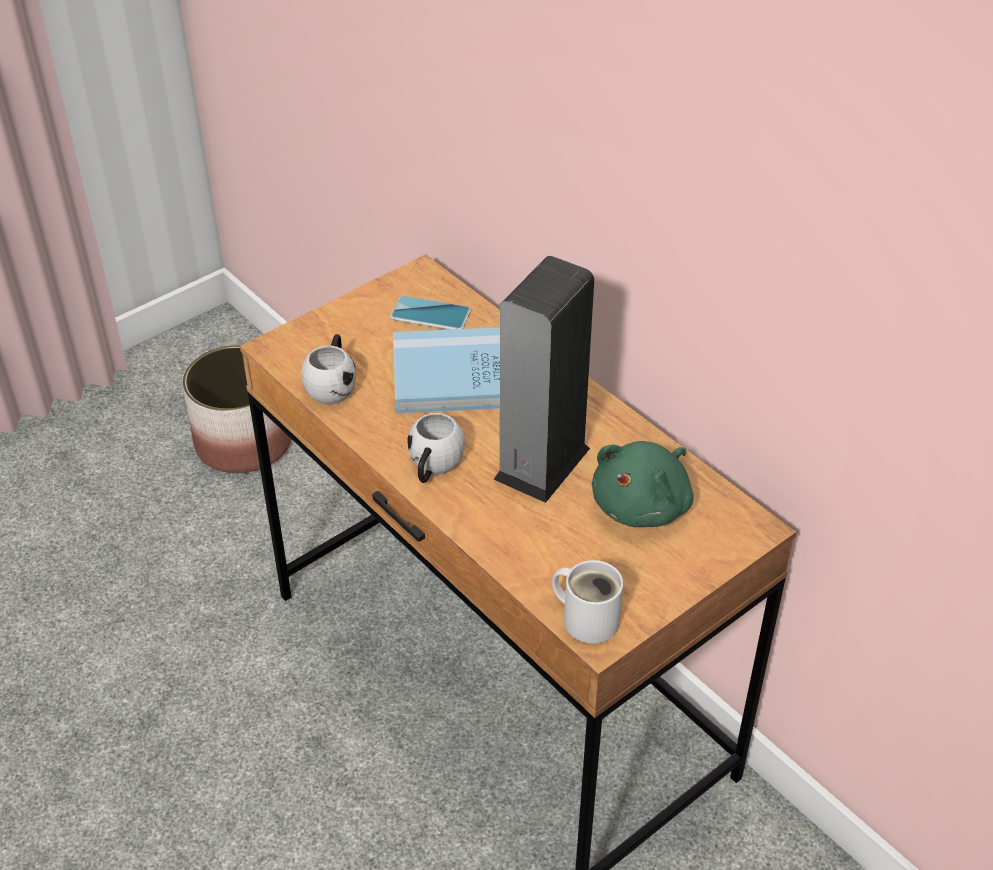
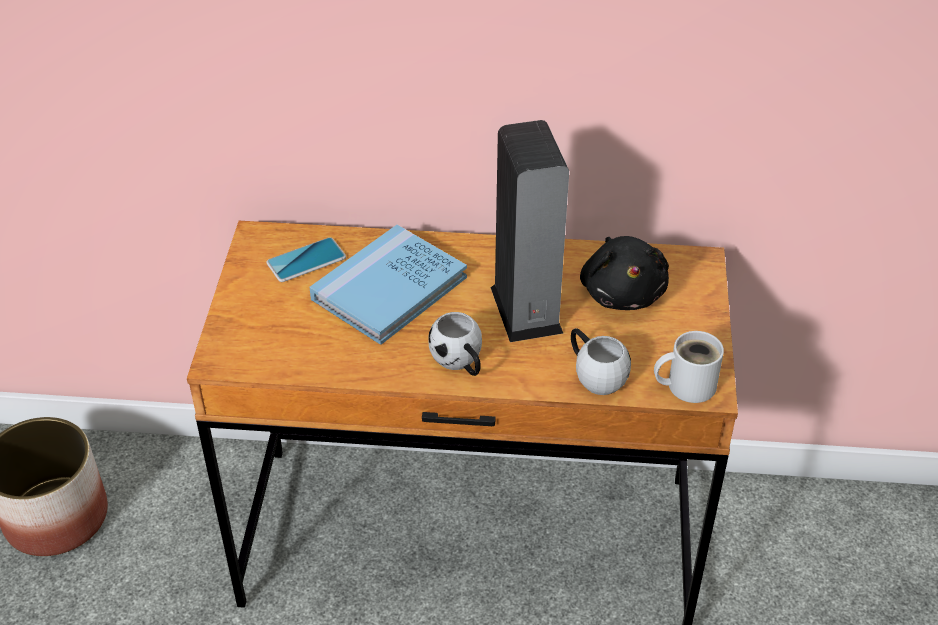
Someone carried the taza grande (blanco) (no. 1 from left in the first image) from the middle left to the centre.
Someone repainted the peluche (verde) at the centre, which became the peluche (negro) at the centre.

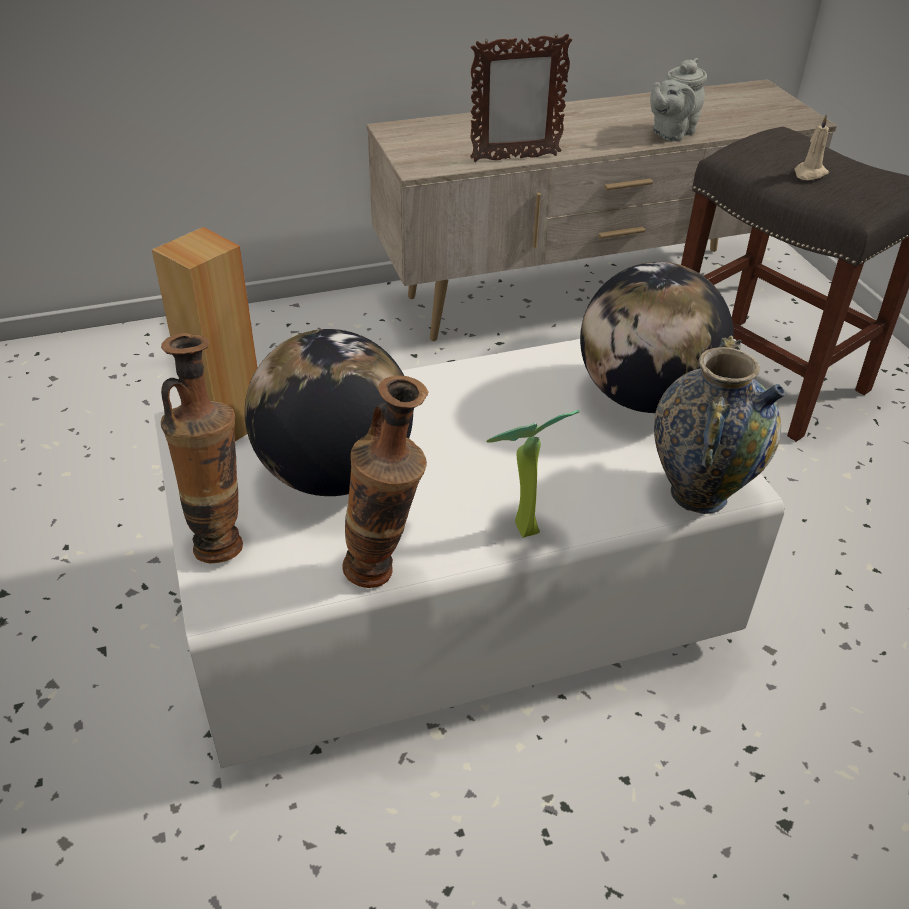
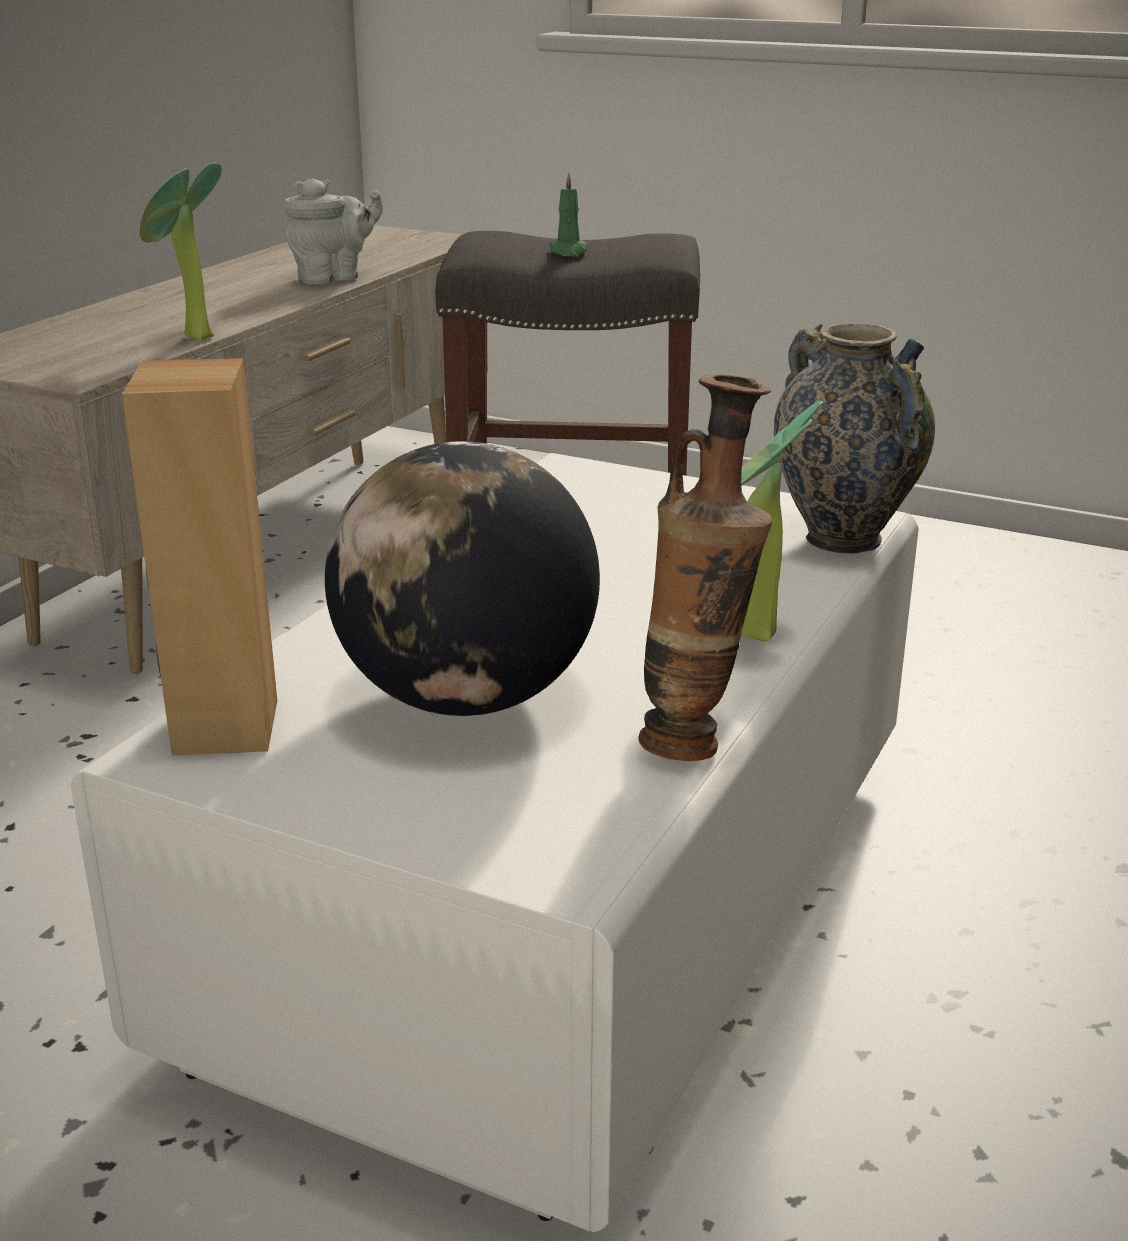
Someone swapped the portarretratos at the top centre for the planta en maceta (no. 1 from left) at the top left.
Someone rotated the tetera (gris) at the top right by 120 degrees counterclockwise.
Someone repainted the vela (beis) at the top right, which became the vela (verde) at the top centre.
Someone took away the florero (no. 1 from left) at the middle left.
Someone took away the globo terráqueo (no. 2 from left) at the middle right.

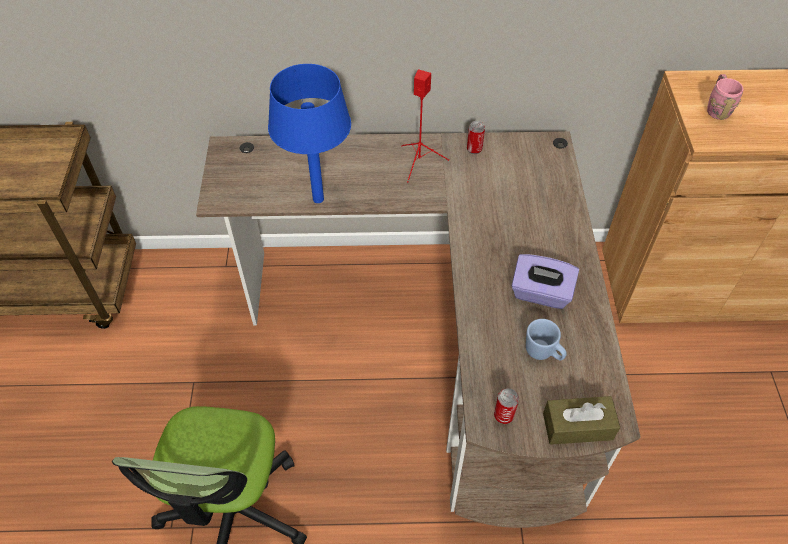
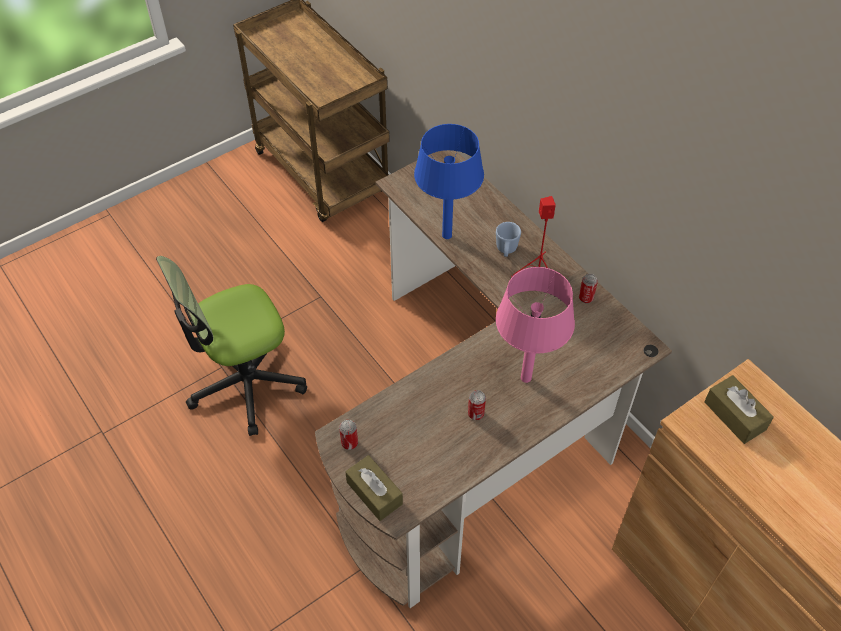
Someone swapped the caja de pañuelos (morado) at the middle right for the lata (no. 2 from left) at the centre.
Someone carried the taza grande (azul) from the middle right to the centre.
Someone put down the lámpara de mesa (rosa) at the centre.
Someone swapped the taza grande (rosa) at the top right for the caja de pañuelos (marrón) (no. 2 from left) at the middle right.

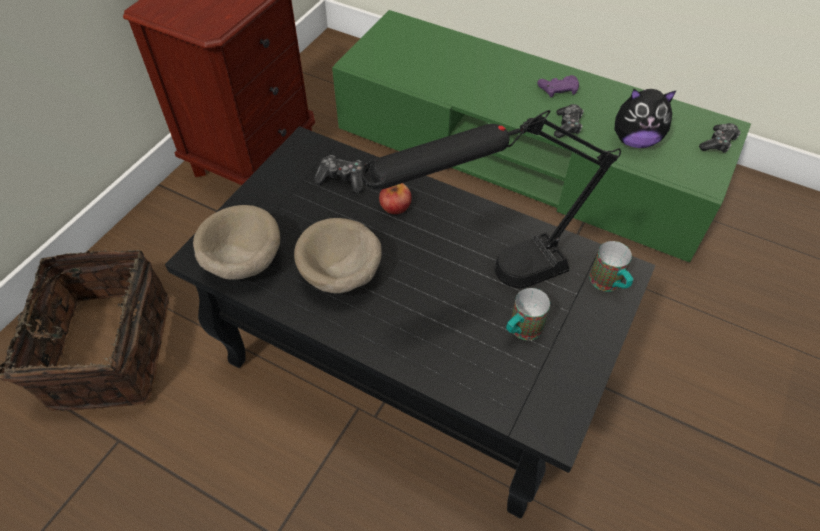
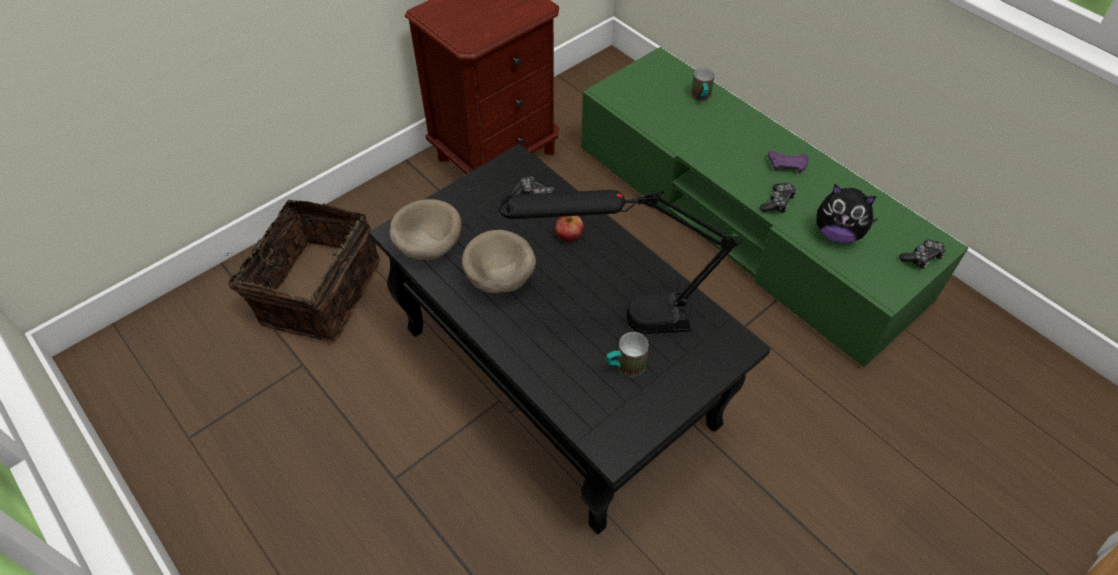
Someone carried the taza grande (no. 2 from left) from the middle right to the top centre.

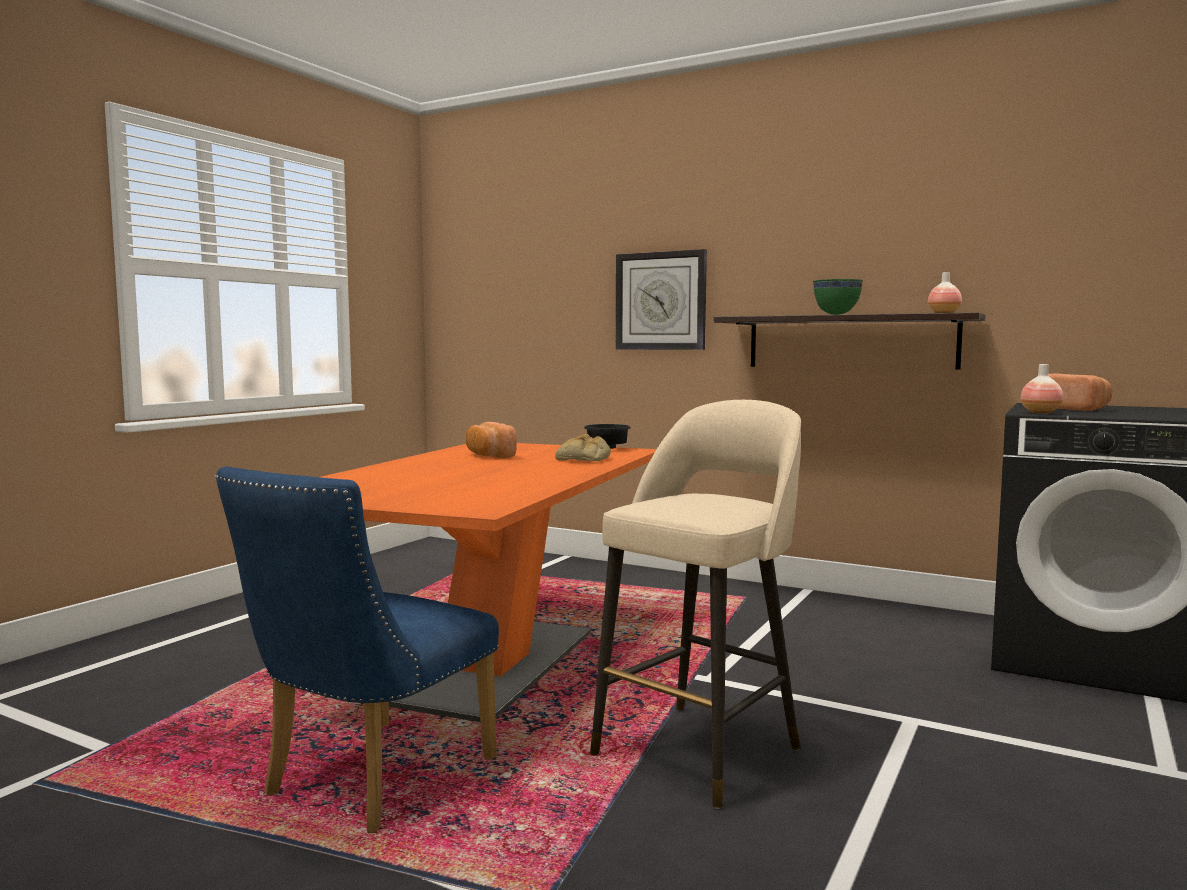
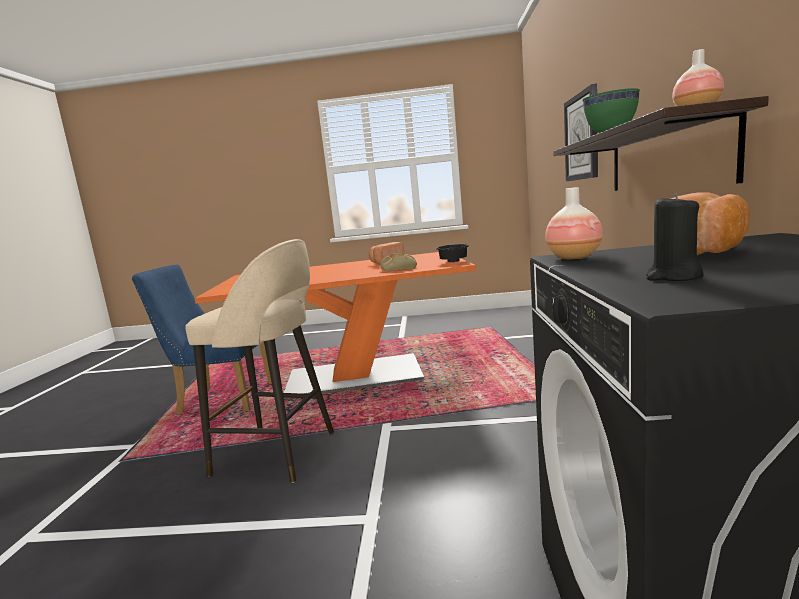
Someone put down the vela (negro) at the middle right.

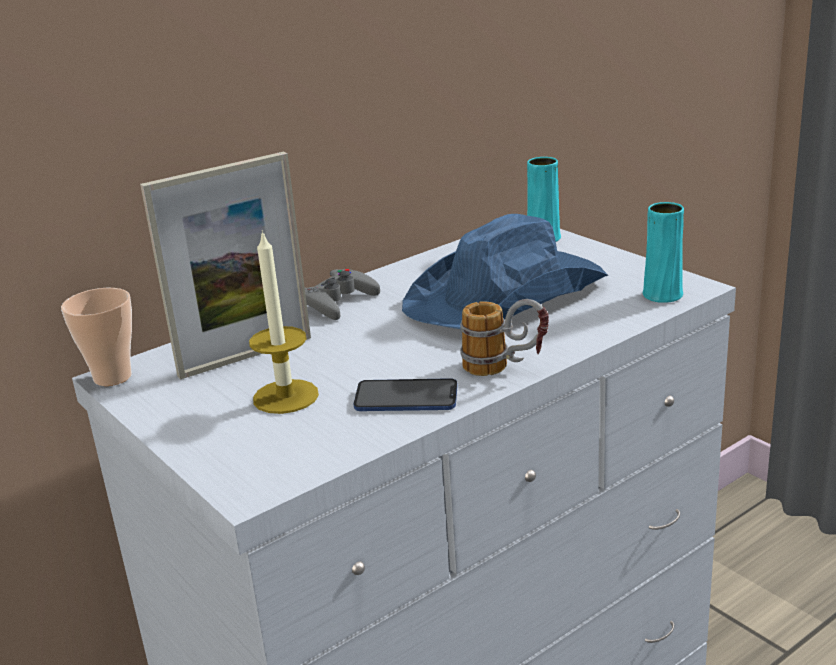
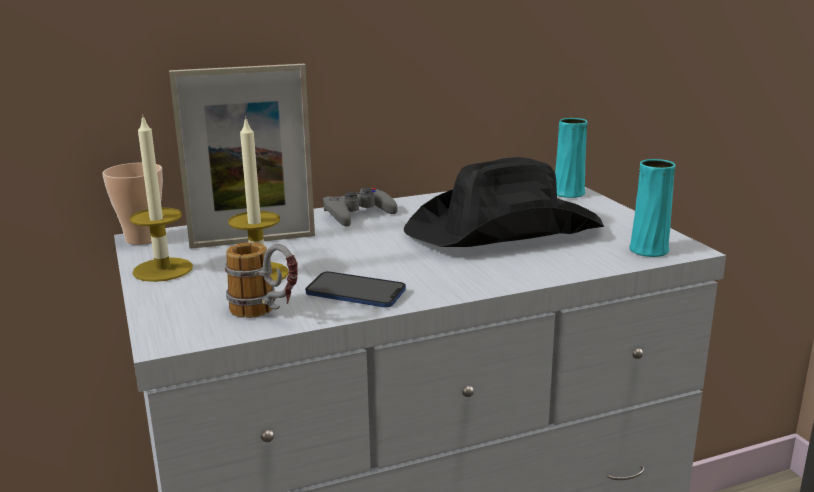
Someone put down the vela (no. 1 from left) at the middle left.
Someone carried the taza grande from the centre to the middle left.
Someone repainted the sombrero (azul) at the centre, which became the sombrero (negro) at the centre.

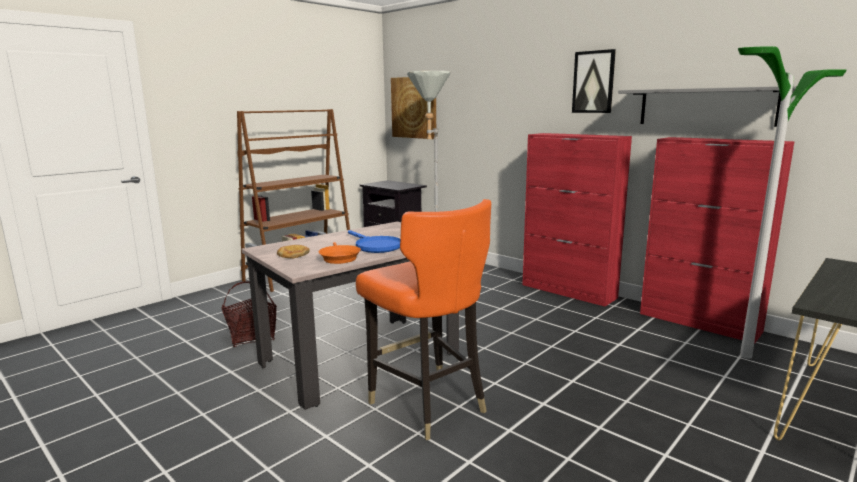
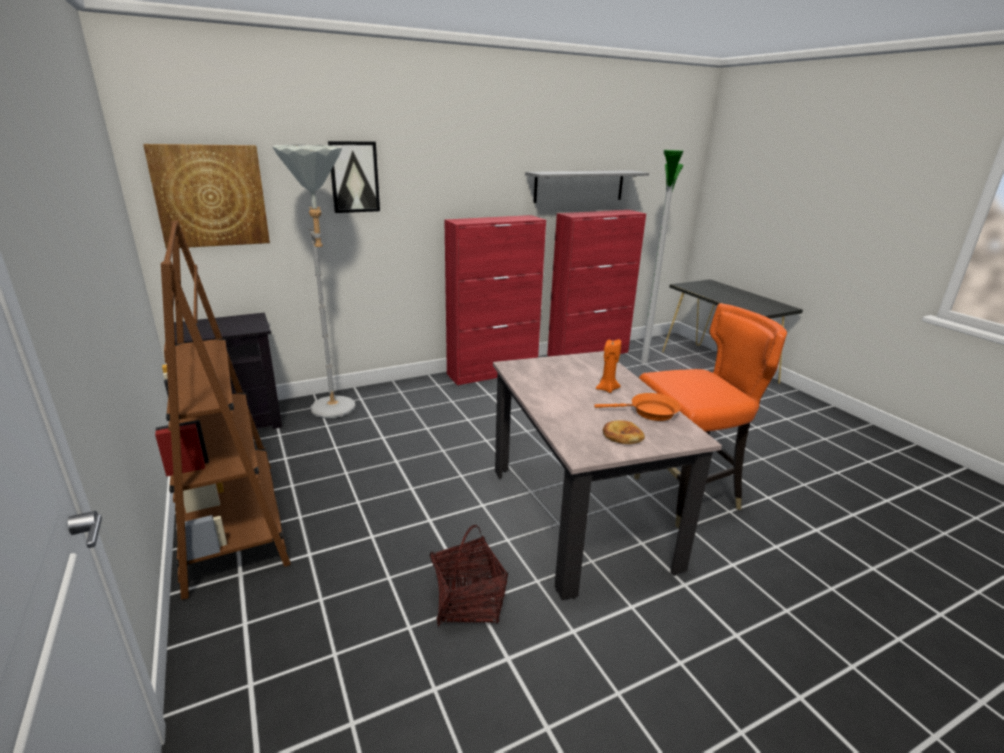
Someone carried the cuadro (no. 2 from left) from the top right to the top centre.
Someone swapped the sartén (azul) at the centre for the vela (naranja) at the centre.

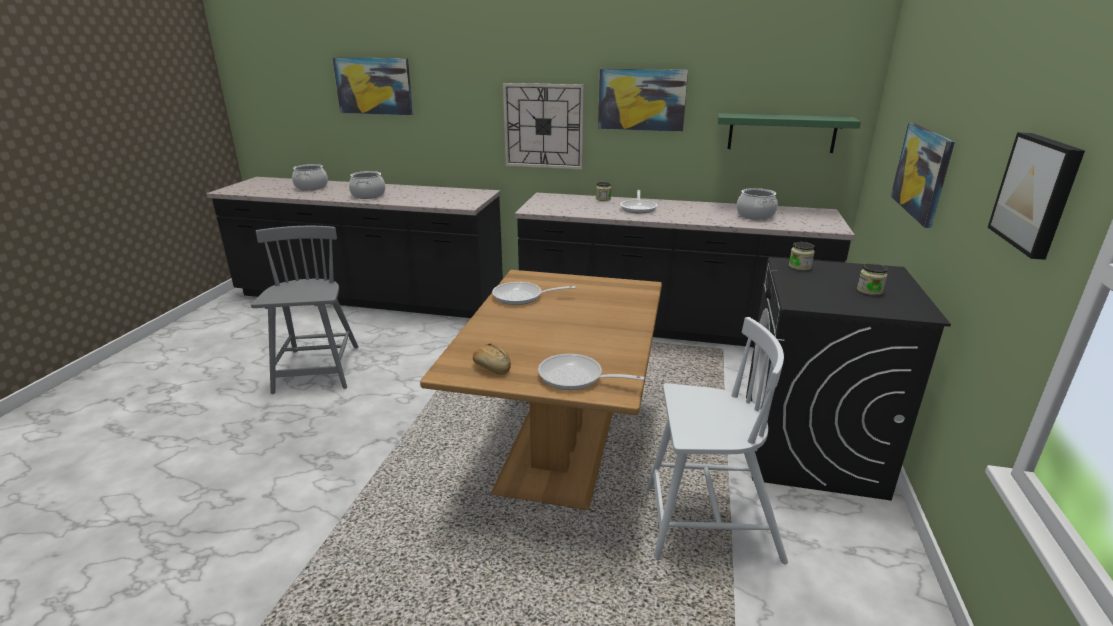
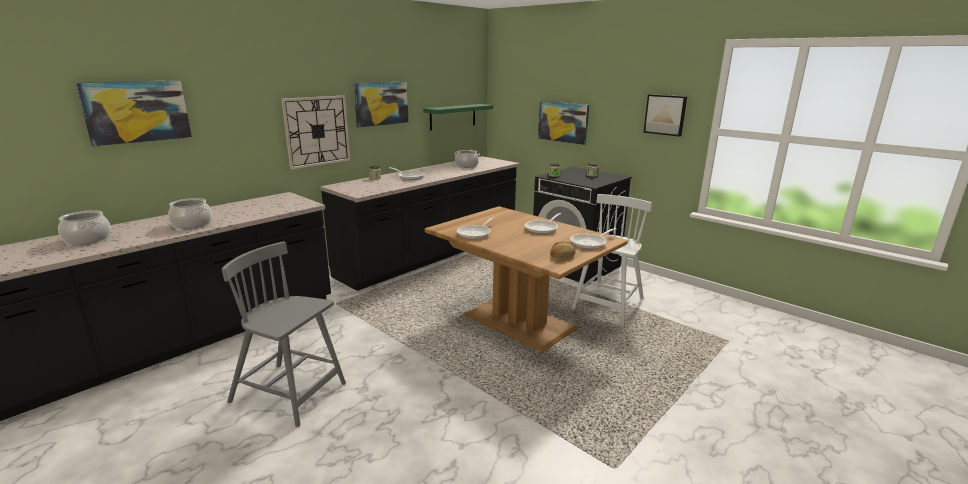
Someone put down the sartén (no. 3 from left) at the centre.

